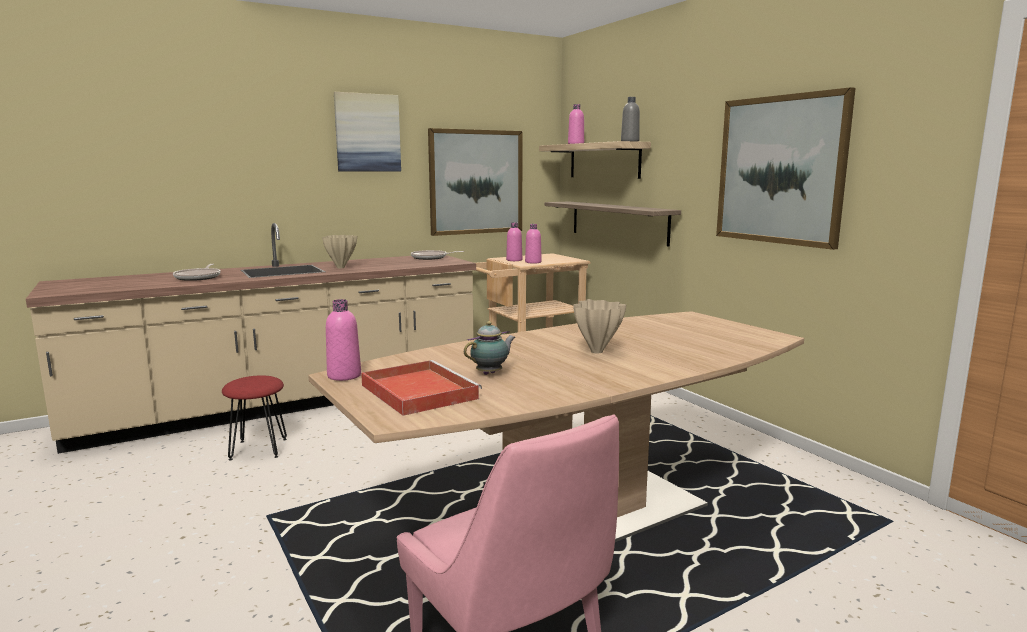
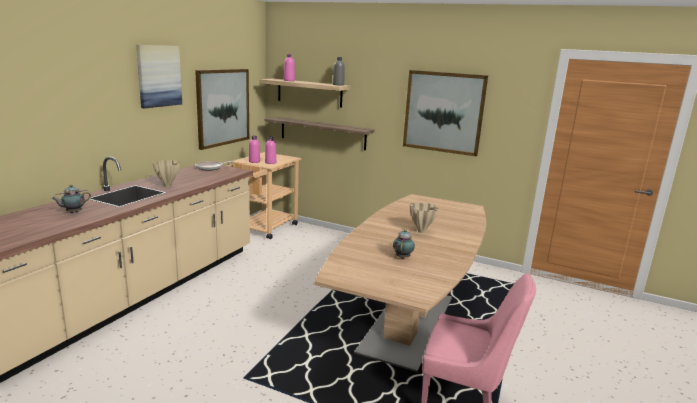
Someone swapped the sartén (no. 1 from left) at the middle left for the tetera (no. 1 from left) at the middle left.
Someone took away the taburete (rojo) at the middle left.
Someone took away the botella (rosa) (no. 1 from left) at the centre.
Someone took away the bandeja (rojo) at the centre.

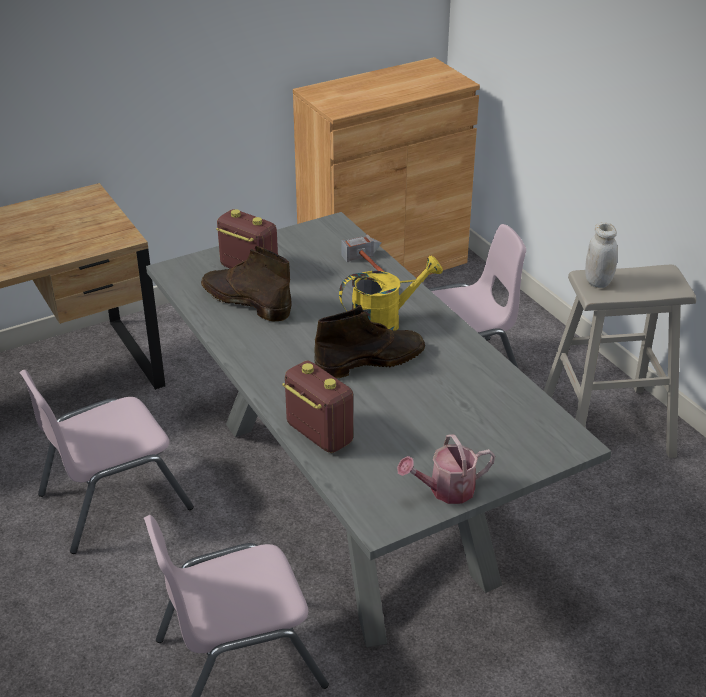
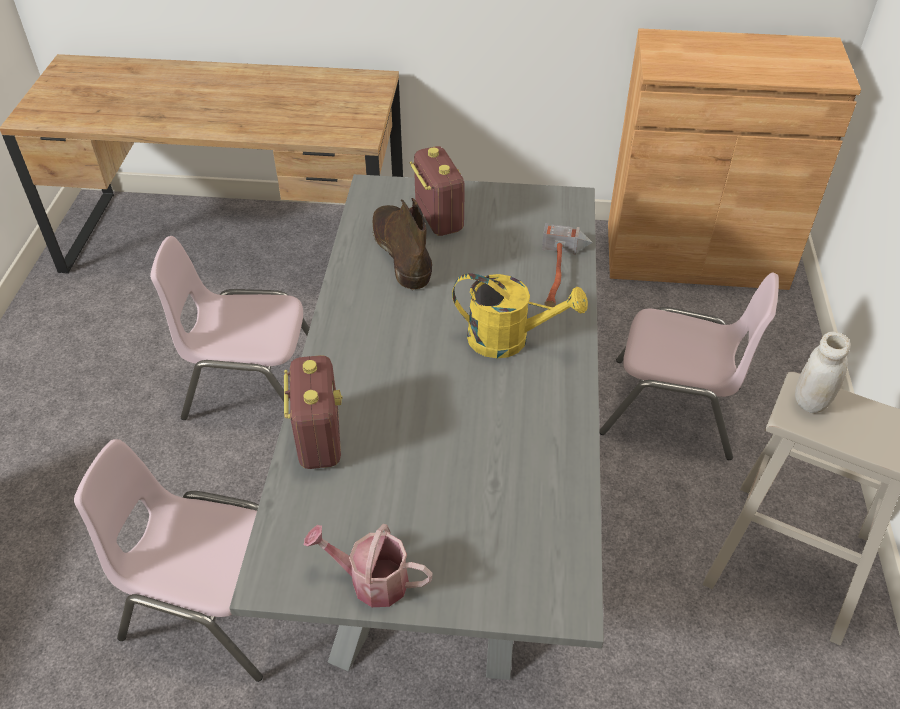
Someone took away the bota (marrón) (no. 2 from left) at the centre.

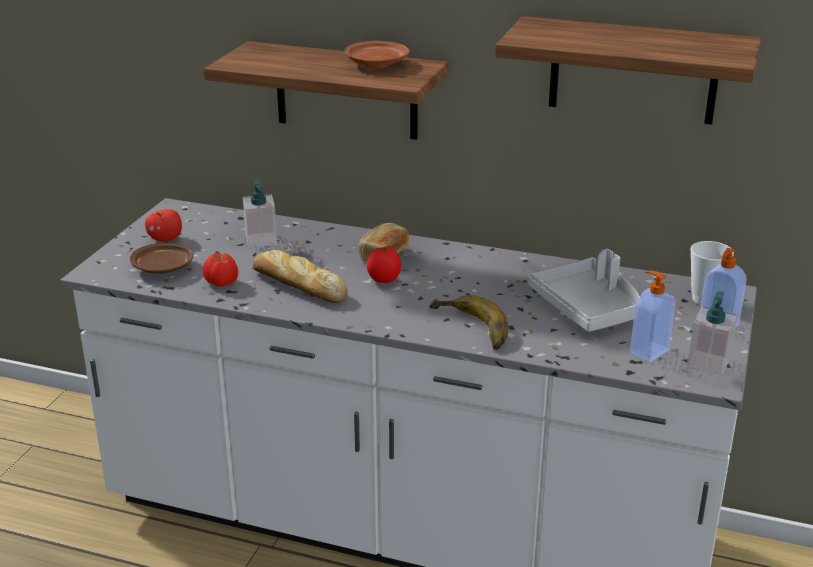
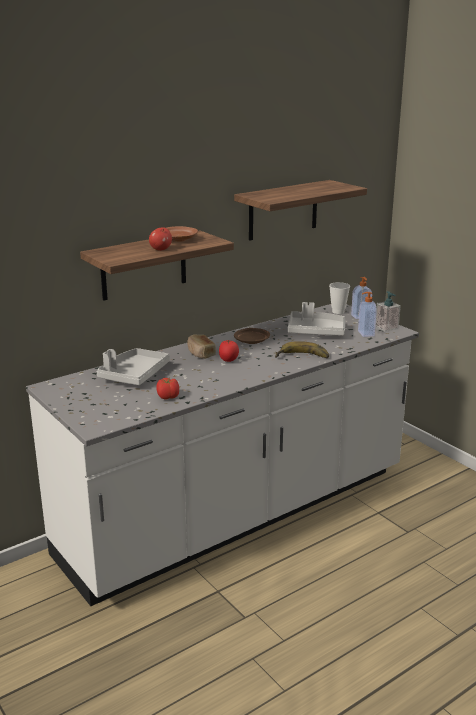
Someone swapped the dispensador de jabón (no. 1 from left) at the middle left for the bandeja (gris) (no. 1 from left) at the middle left.
Someone carried the manzana from the middle left to the centre.
Someone carried the plato (marrón) (no. 1 from left in the first image) from the middle left to the centre.
Someone took away the pan (no. 1 from left) at the centre.

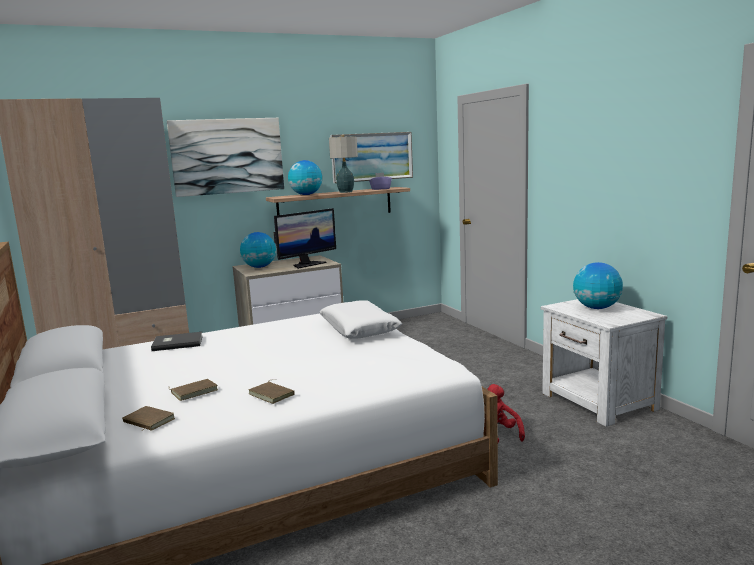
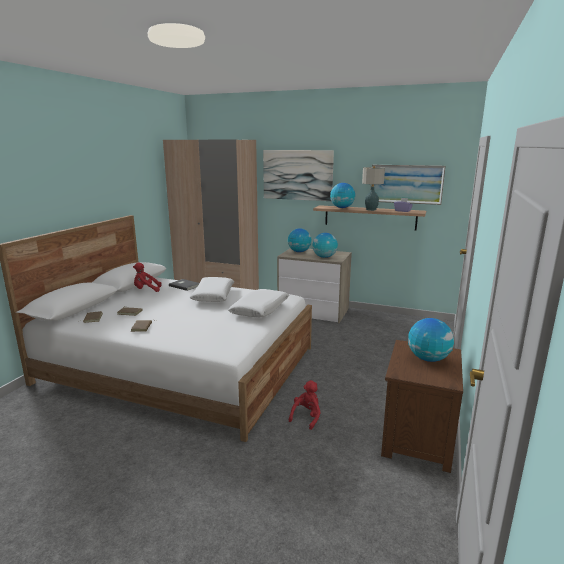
Someone put down the peluche (rojo) (no. 1 from left) at the middle left.
Someone put down the cojín (blanco) (no. 1 from left) at the centre.
Someone swapped the monitor at the centre for the globo terráqueo (no. 2 from left) at the centre.
Someone repainted the mesita de noche (blanco) at the middle right, which became the mesita de noche (marrón) at the bottom right.

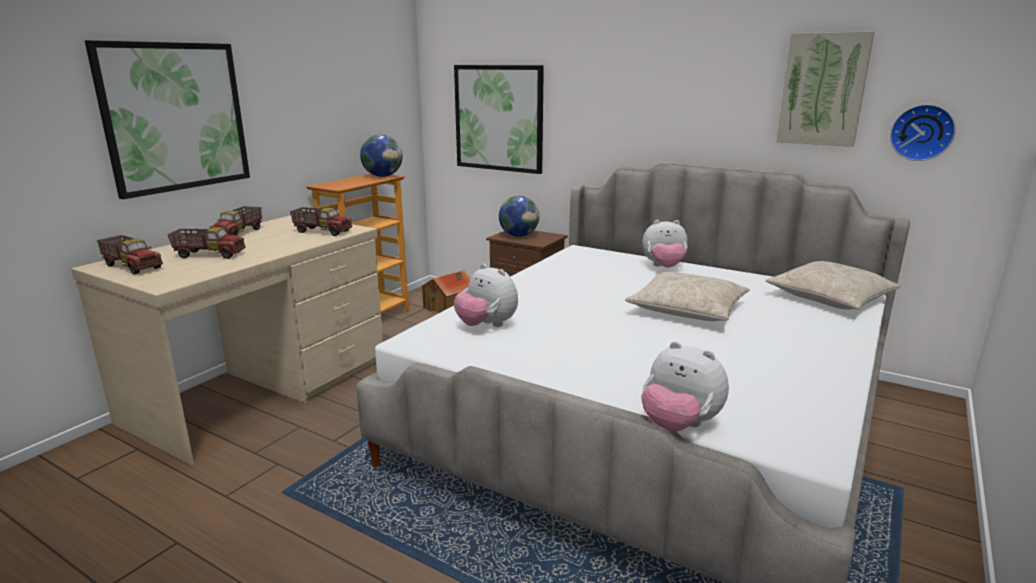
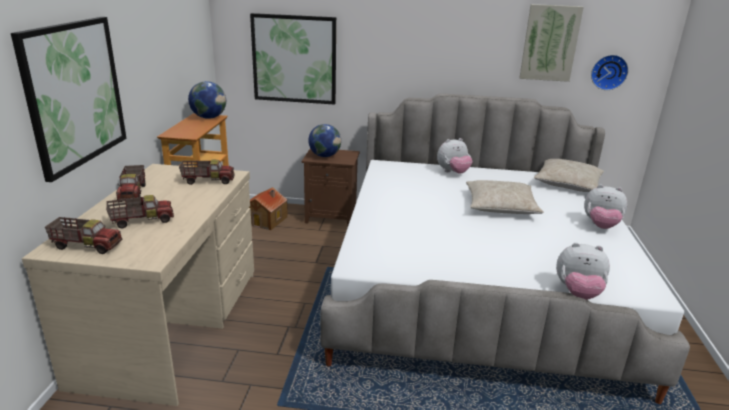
Someone carried the peluche (no. 1 from left in the first image) from the centre to the middle right.

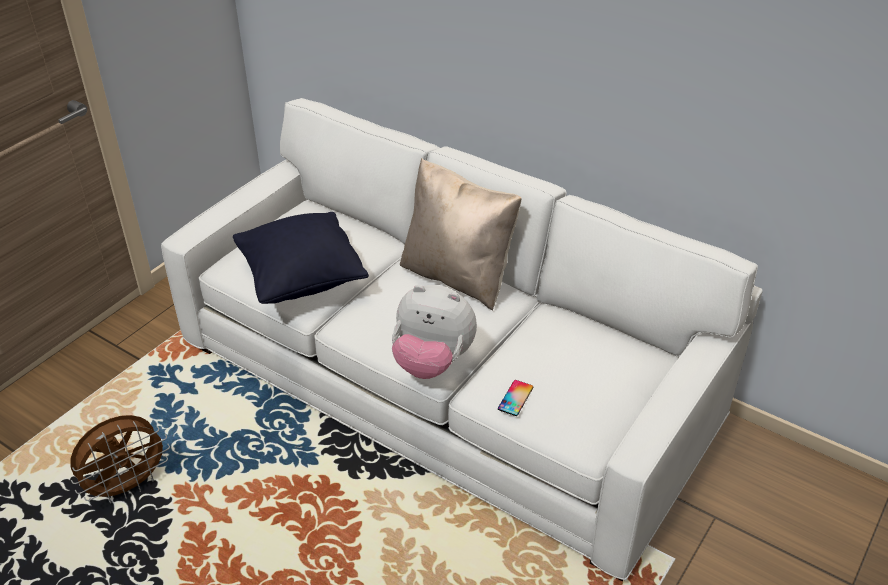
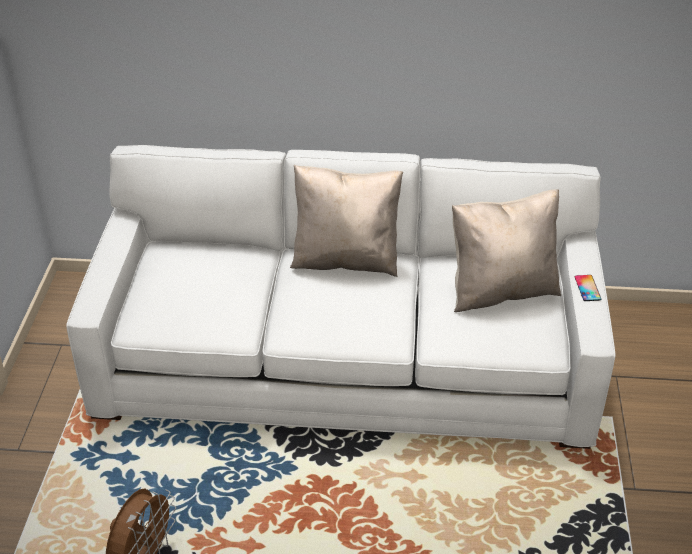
Someone put down the cojín (beis) (no. 2 from left) at the middle right.
Someone carried the móvil from the bottom centre to the middle right.
Someone took away the cojín (negro) at the centre.
Someone took away the peluche at the centre.

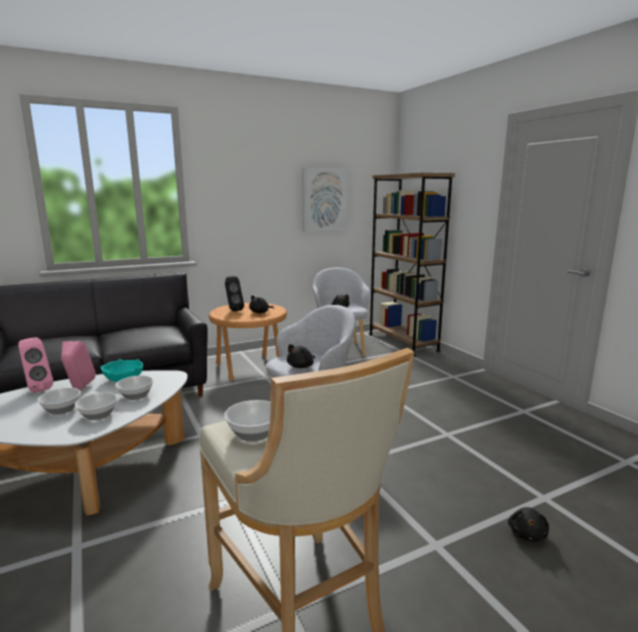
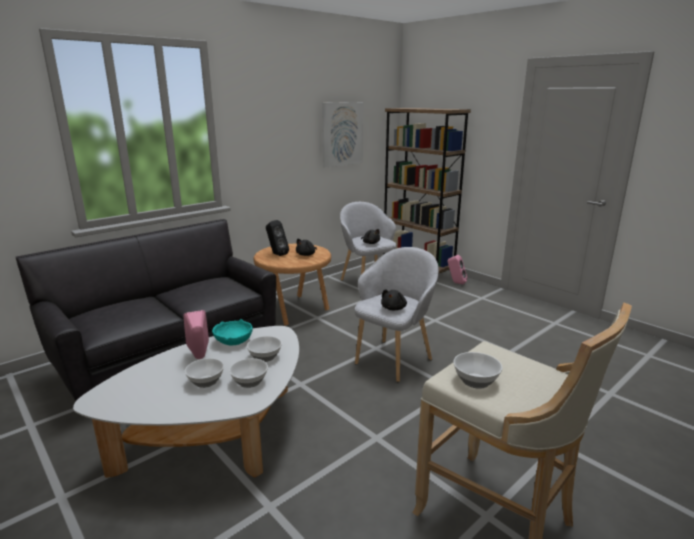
Someone carried the altavoz (rosa) (no. 1 from left in the first image) from the middle left to the centre.
Someone took away the peluche (negro) (no. 4 from left) at the bottom right.

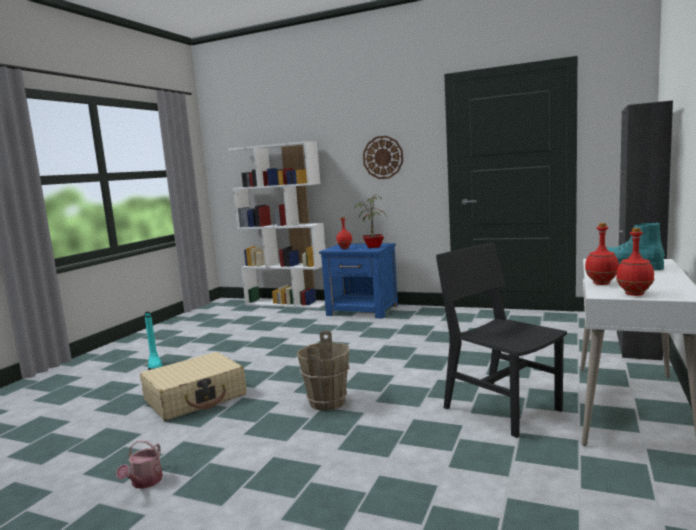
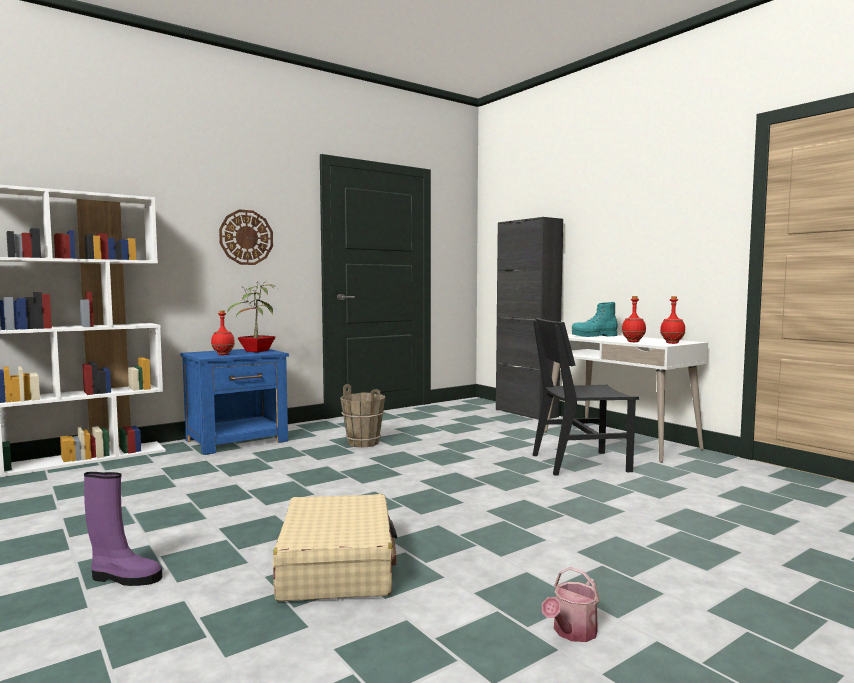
Someone repainted the bota (turquesa) (no. 1 from left) at the middle left, which became the bota (morado) at the bottom left.
Someone carried the cubo (marrón) from the bottom centre to the centre.
Someone rotated the regadera at the bottom left by 90 degrees clockwise.

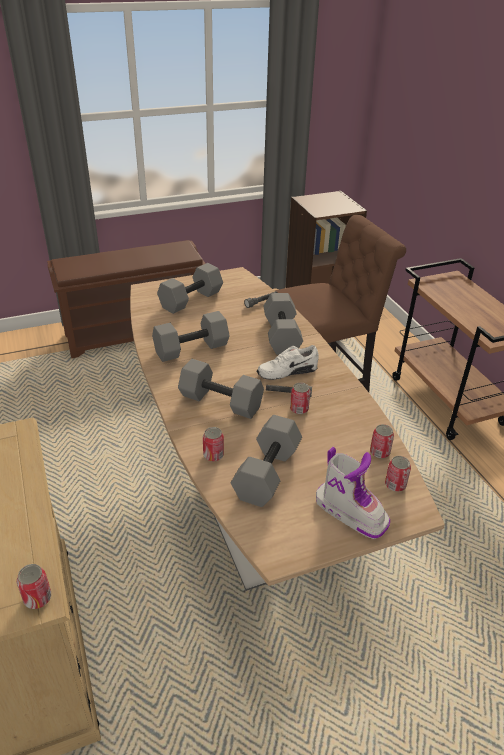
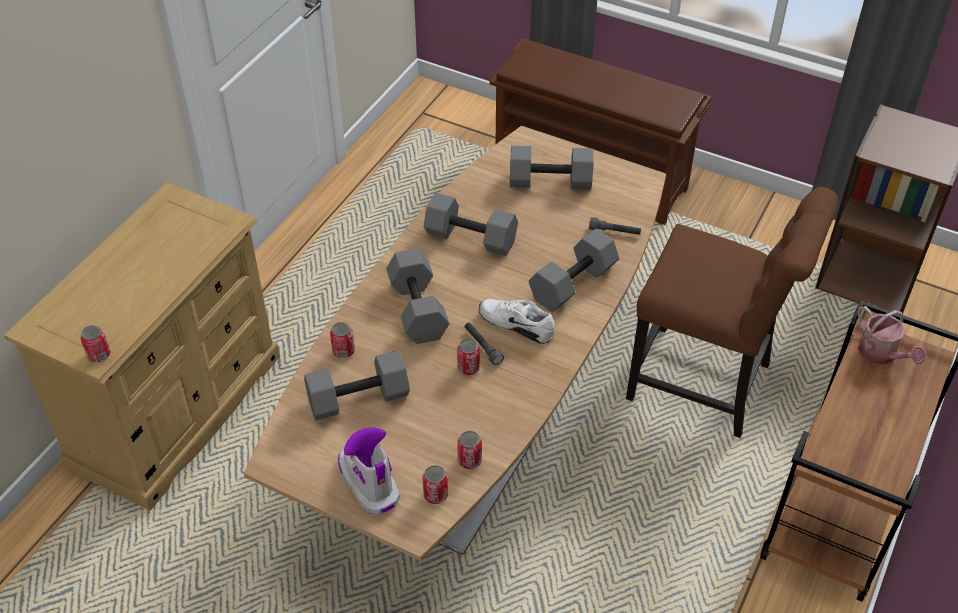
Someone rotated the bota at the middle right by 150 degrees clockwise.
Someone put down the regadera at the middle right.

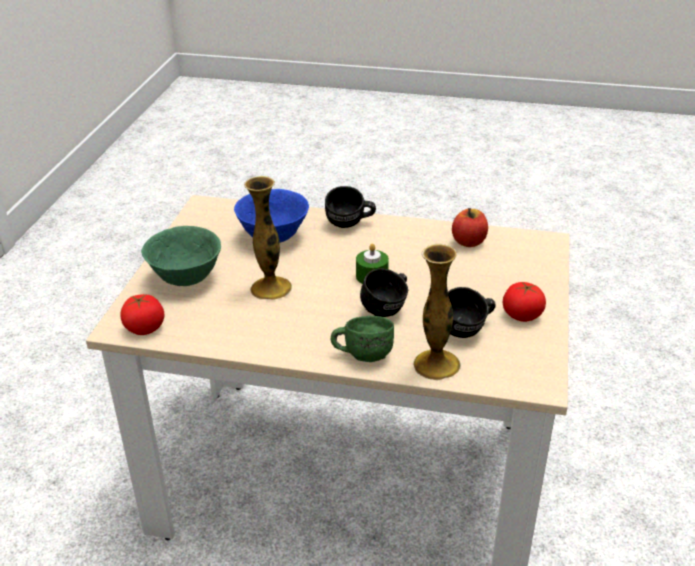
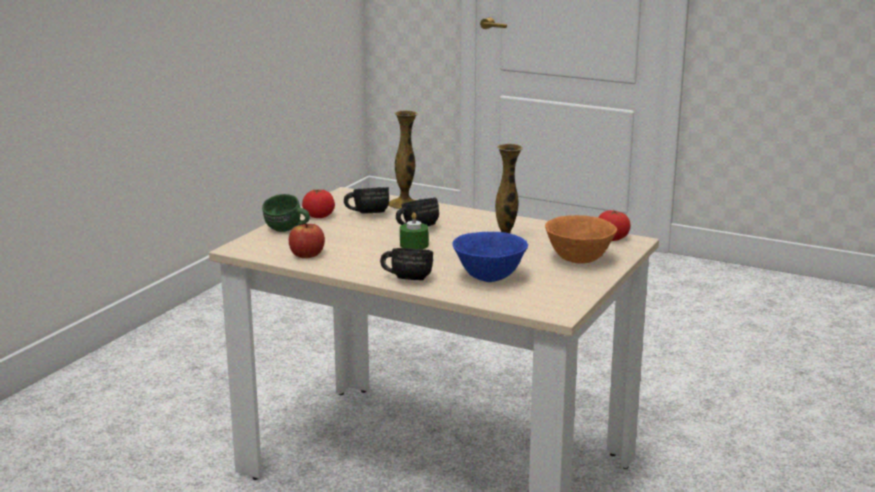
Someone carried the taza grande (verde) from the centre to the middle left.
Someone repainted the cuenco (verde) at the middle left, which became the cuenco (naranja) at the centre.

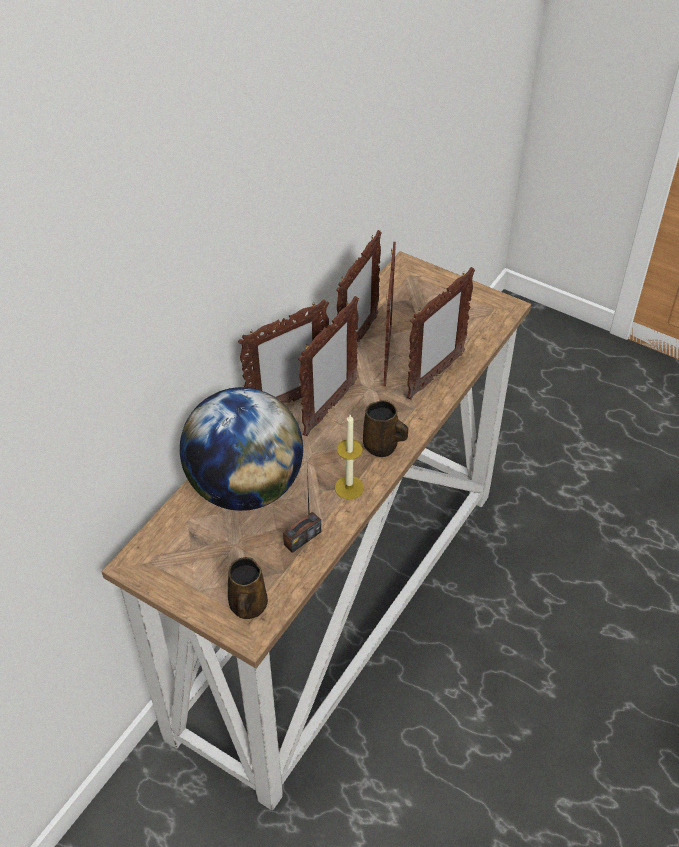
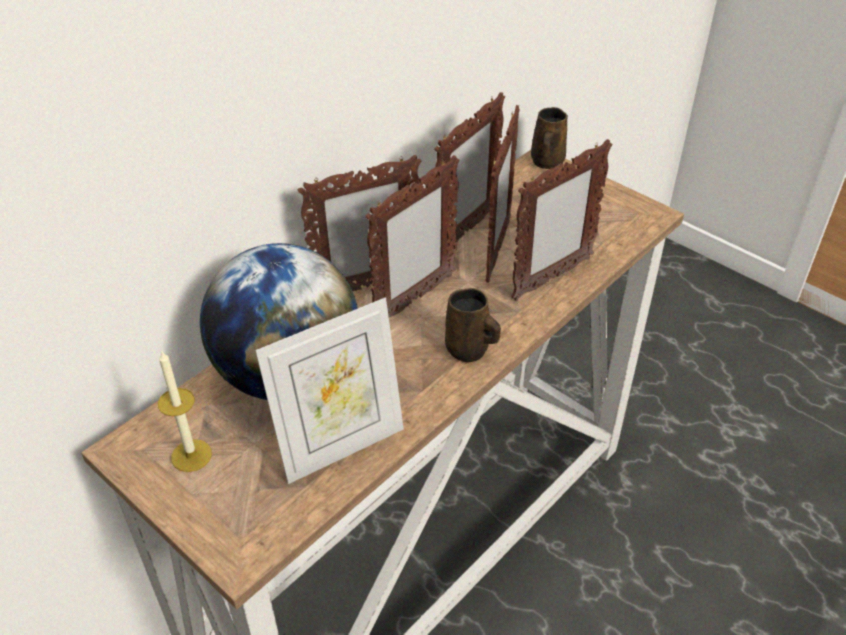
Someone carried the vela from the centre to the middle left.
Someone swapped the radio at the centre for the portarretratos (no. 1 from left) at the centre.
Someone carried the taza grande (marrón) (no. 1 from left in the first image) from the bottom centre to the top centre.

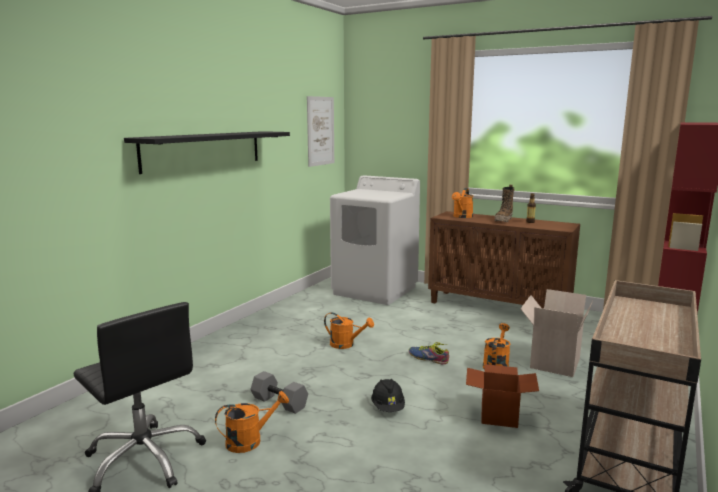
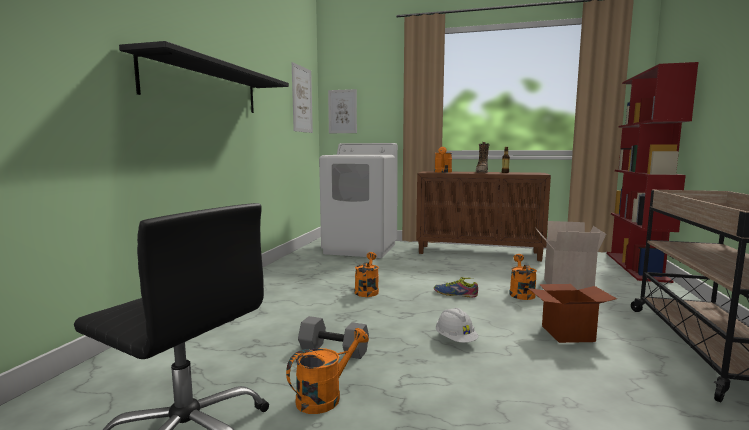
Someone put up the cuadro (no. 2 from left) at the top centre.
Someone rotated the regadera (naranja) (no. 2 from left) at the bottom centre by 90 degrees counterclockwise.
Someone repainted the casco (negro) at the bottom centre, which became the casco (blanco) at the bottom centre.

